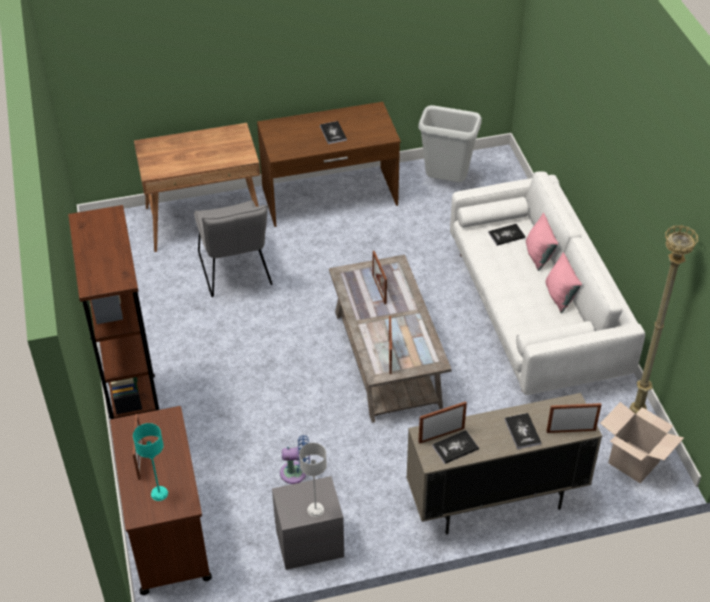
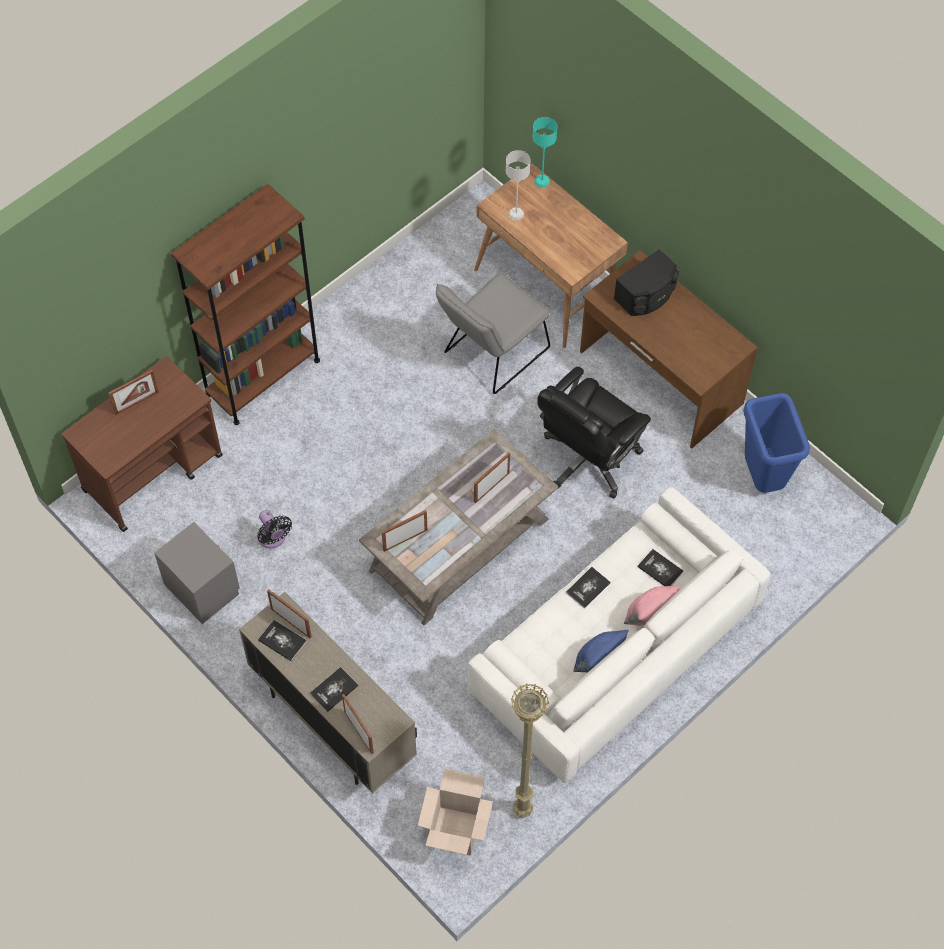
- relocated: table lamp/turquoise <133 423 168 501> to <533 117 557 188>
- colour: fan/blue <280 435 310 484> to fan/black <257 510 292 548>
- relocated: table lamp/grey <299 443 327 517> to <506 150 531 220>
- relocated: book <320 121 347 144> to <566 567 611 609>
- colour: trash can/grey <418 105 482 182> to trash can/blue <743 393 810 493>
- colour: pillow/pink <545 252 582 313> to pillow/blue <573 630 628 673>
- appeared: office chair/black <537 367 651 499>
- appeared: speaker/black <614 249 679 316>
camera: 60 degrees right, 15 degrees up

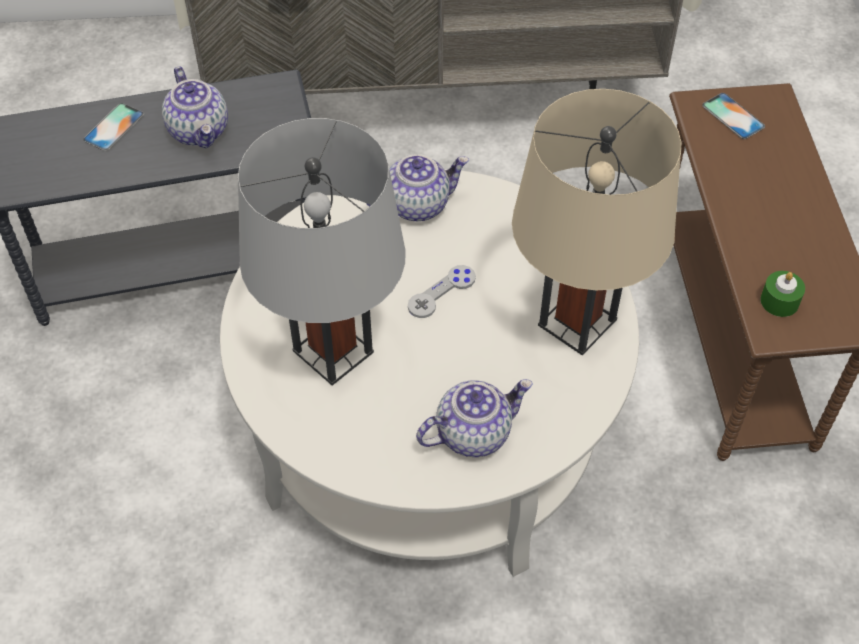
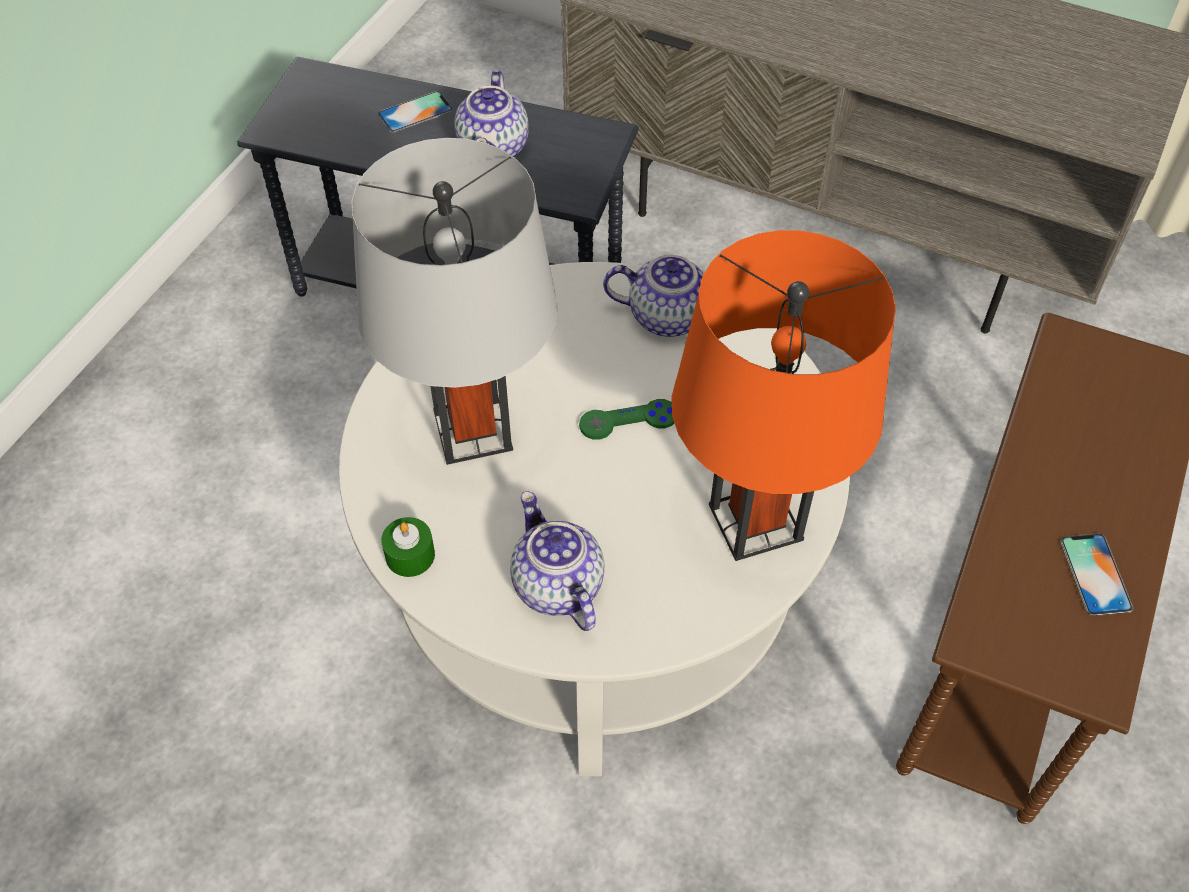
- colour: game controller/grey <408 265 476 318> to game controller/green <579 399 674 440>
- spun: teapot <416 379 533 457> = <510 491 605 631> 120 degrees counterclockwise
- colour: table lamp/beige <512 89 681 355> to table lamp/orange <671 230 896 561>
- relocated: phone <702 93 765 139> to <1060 533 1133 616>
- relocated: candle/green <760 271 805 317> to <381 517 435 577>
camera: 30 degrees right, 0 degrees up

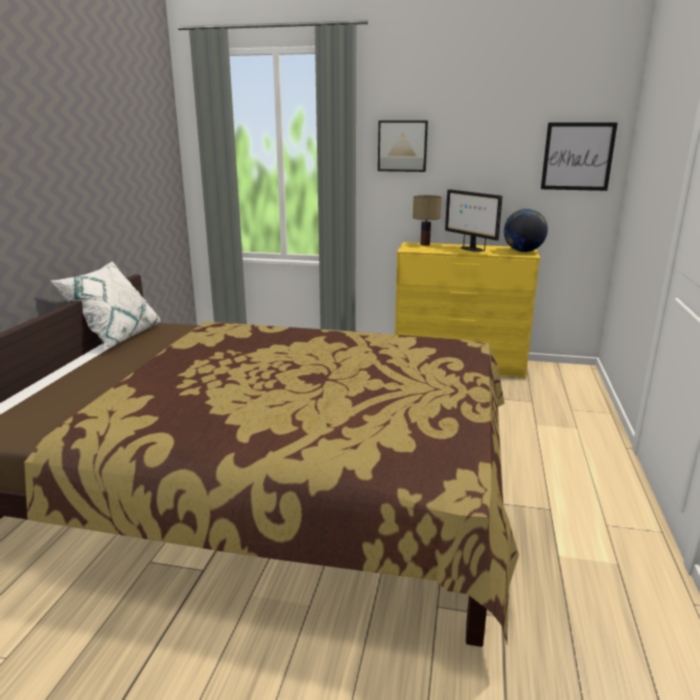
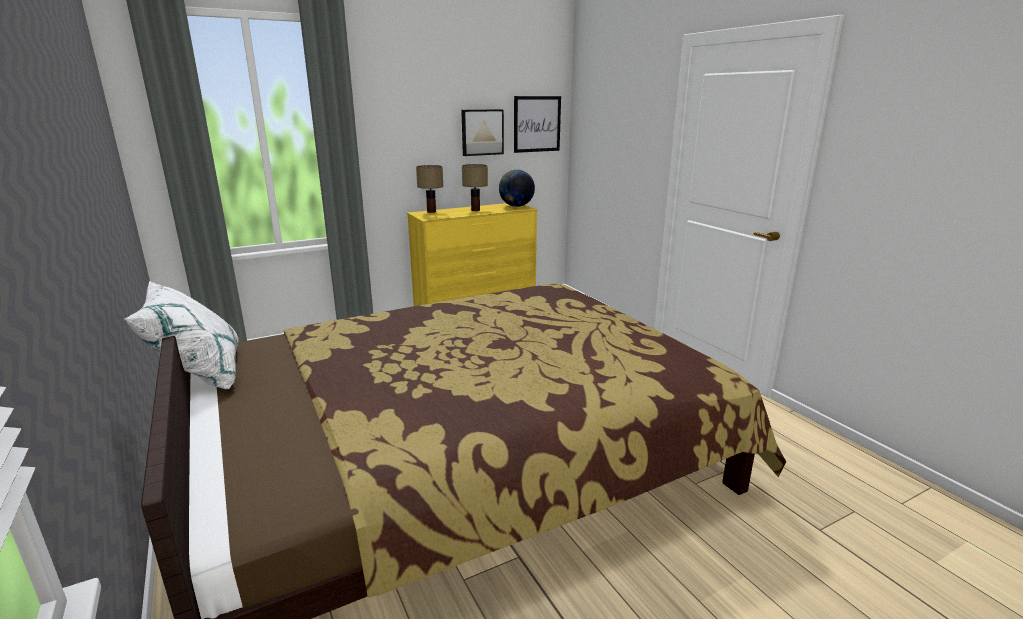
- relocated: picture <378 121 428 172> to <461 109 504 156>
- exchanged: monitor <445 189 502 252> to table lamp <462 164 488 211>
camera: 40 degrees left, 0 degrees up

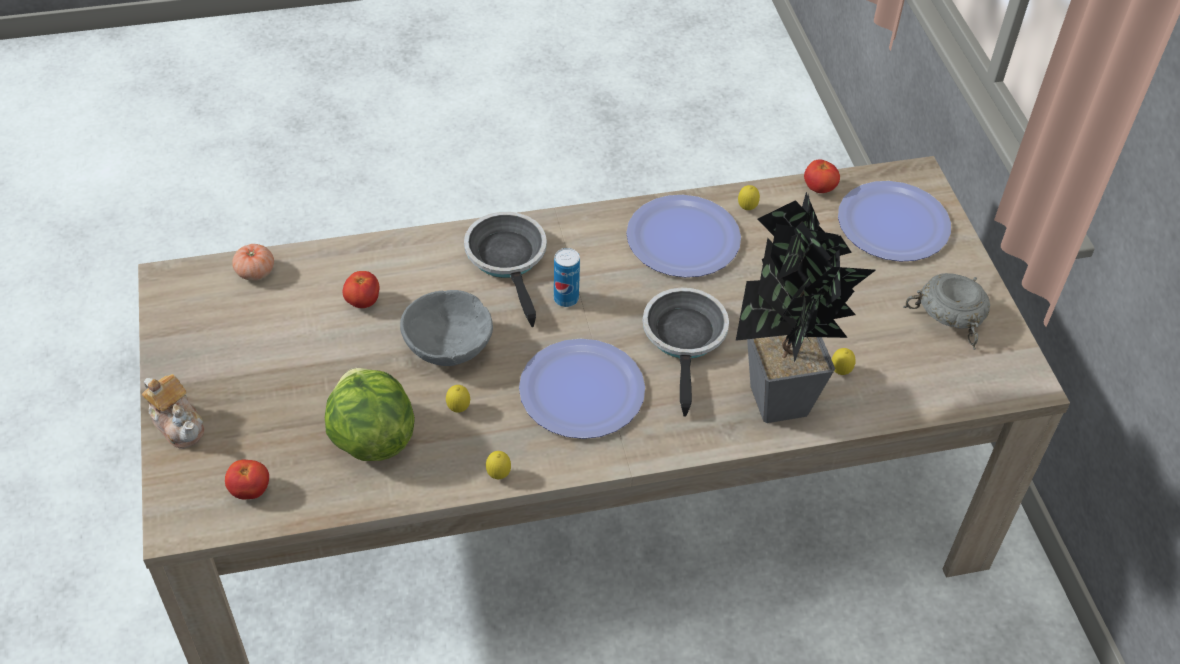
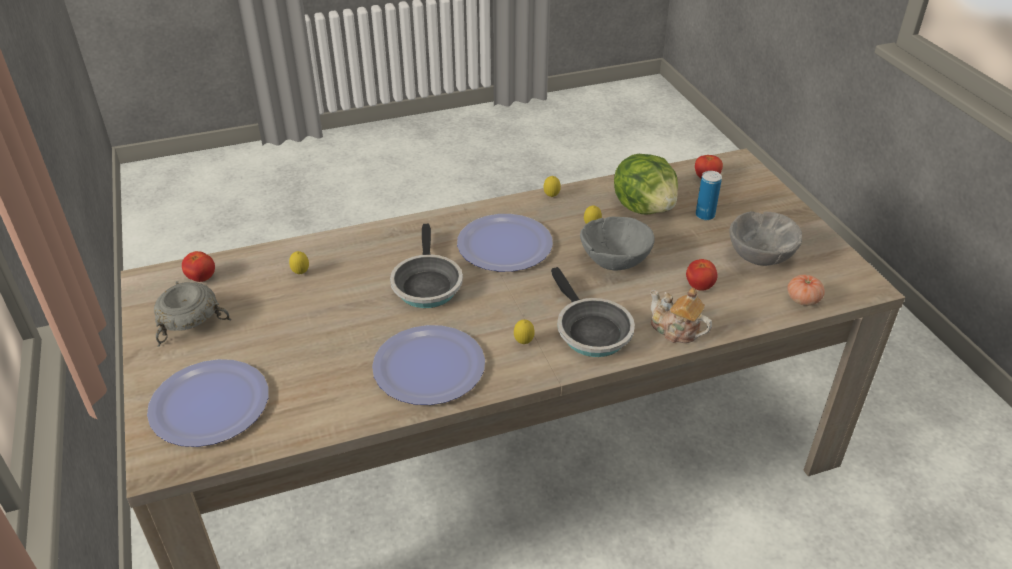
- relocated: teapot <142 374 204 449> to <650 288 712 343>
- relocated: can <554 248 580 307> to <696 171 722 220>
- missing: potted plant <736 192 876 423>
- relocated: lemon <738 185 760 210> to <514 319 535 344>
- relocated: tomato <804 159 840 193> to <182 251 215 282>
- appeared: bowl/grey <730 211 802 266>
camera: 175 degrees right, 10 degrees down

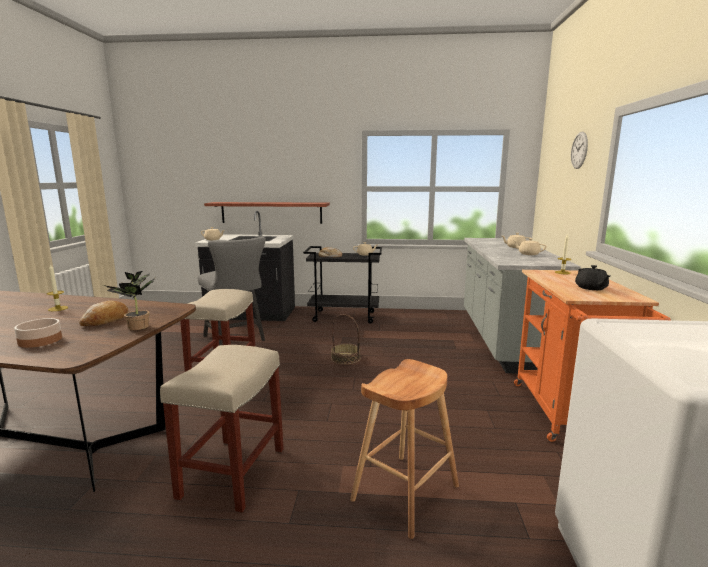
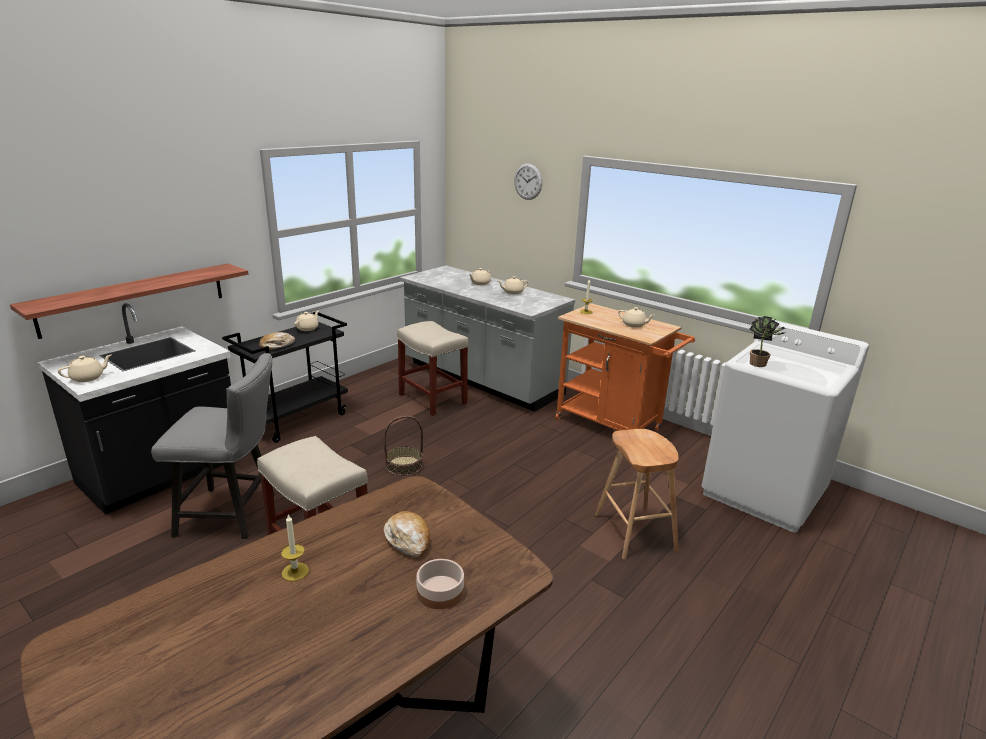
- relocated: potted plant <103 271 155 330> to <749 316 786 367>
- relocated: stool/beige <160 345 284 513> to <397 321 469 416>
- colour: teapot/black <575 265 610 290> to teapot/beige <618 307 655 328>
camera: 55 degrees left, 10 degrees up

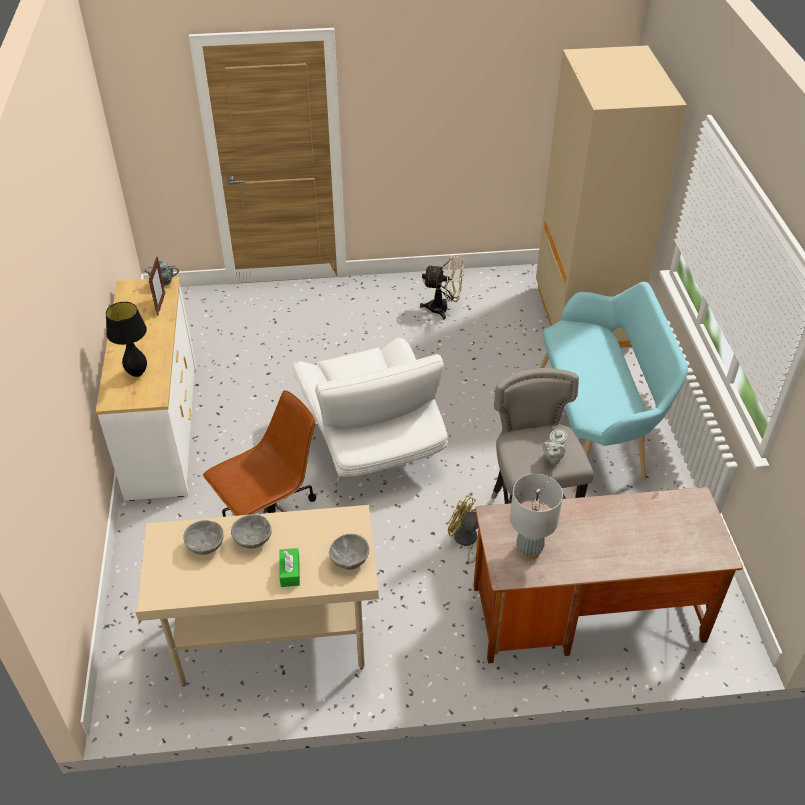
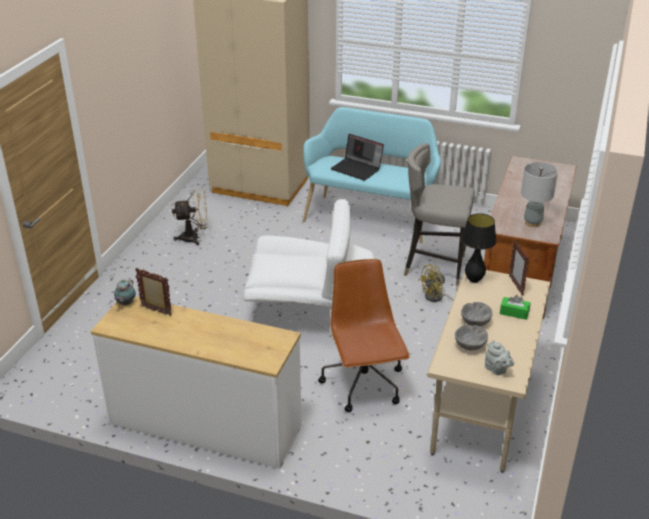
- relocated: table lamp/black <106 302 147 377> to <461 213 496 283>
- exchanged: bowl/grey <329 534 369 570> to picture frame <509 240 529 295>
- spun: fan/beige <420 255 464 319> = <172 189 208 245> 45 degrees clockwise
- relocated: teapot/grey <542 428 568 465> to <485 340 514 375>
- appeared: laptop <331 134 384 181>
camera: 65 degrees left, 10 degrees down

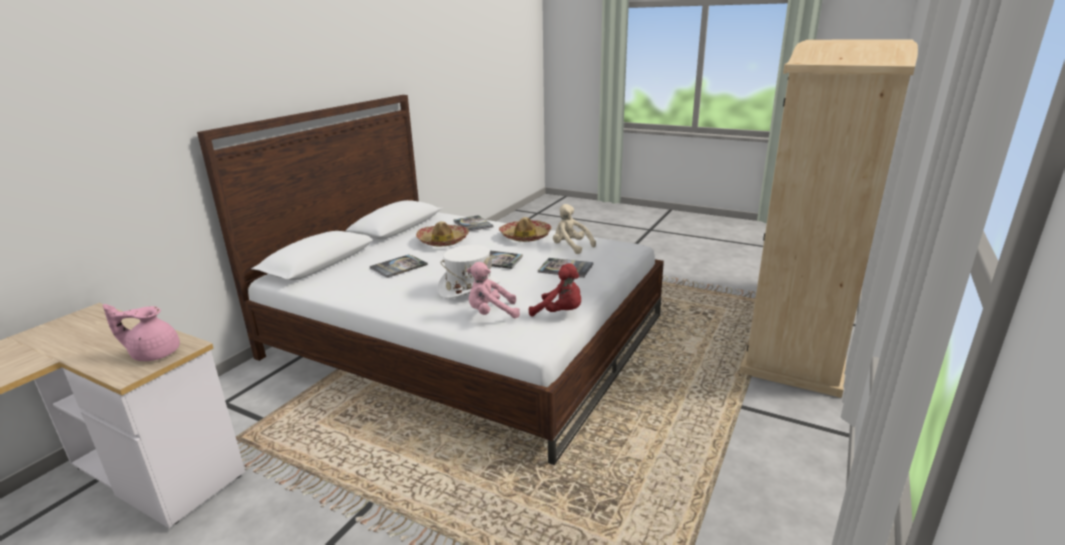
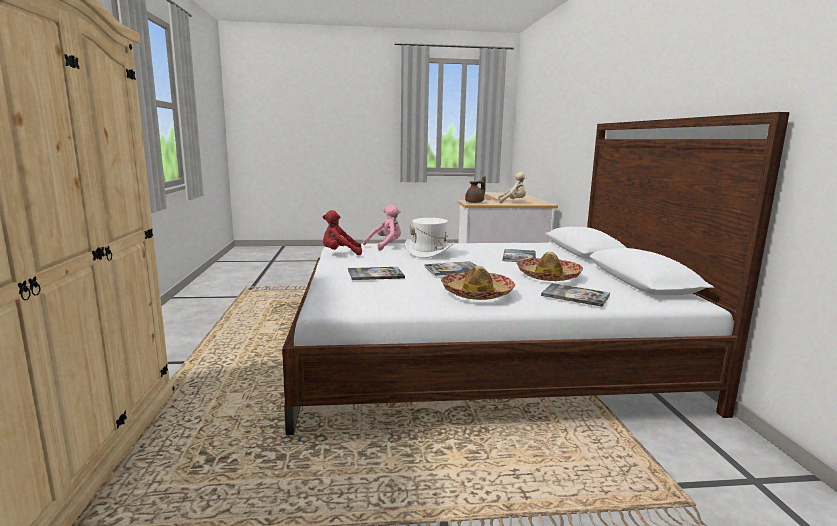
- colour: teapot/pink <103 304 180 361> to teapot/brown <465 176 486 203>
- relocated: plush toy/beige <553 204 596 254> to <498 172 527 203>
camera: 145 degrees right, 10 degrees down

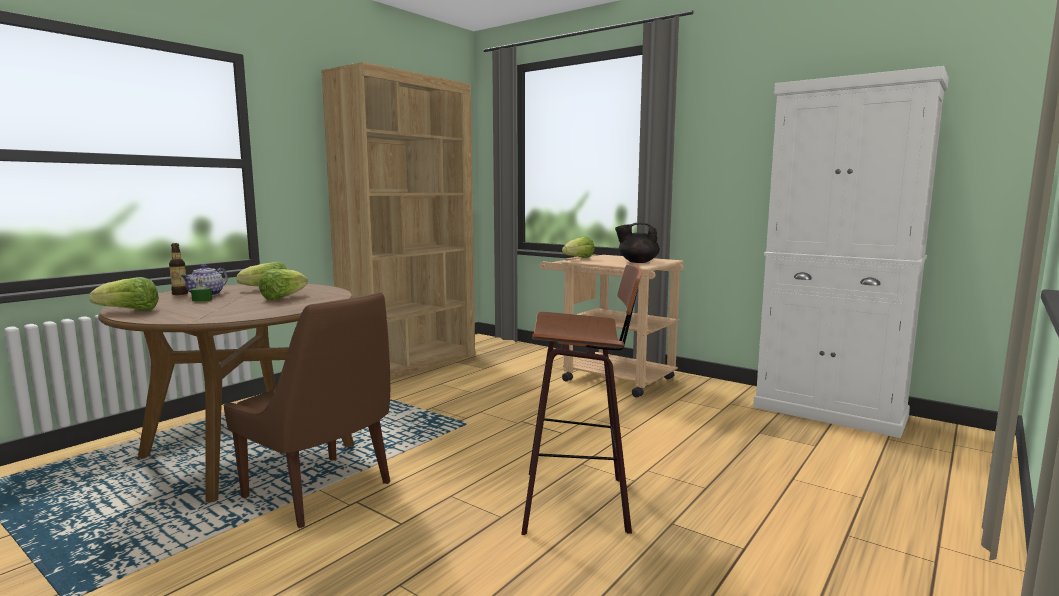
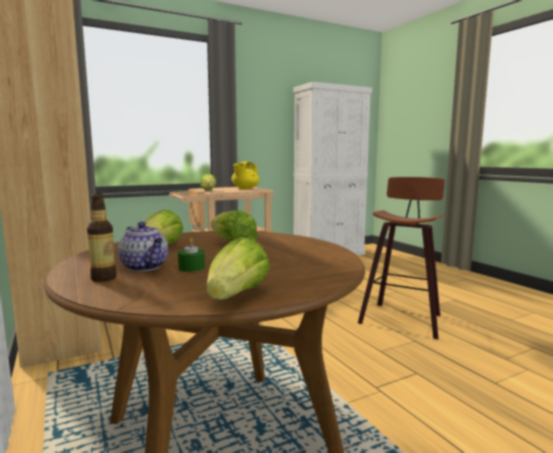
- missing: chair/brown <224 292 390 528>
- colour: teapot/black <615 223 660 263> to teapot/yellow <231 162 259 189>
camera: 65 degrees left, 0 degrees up

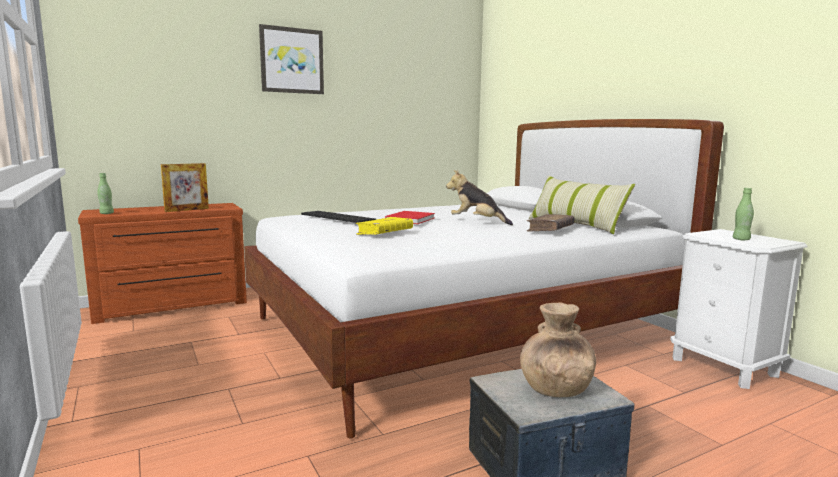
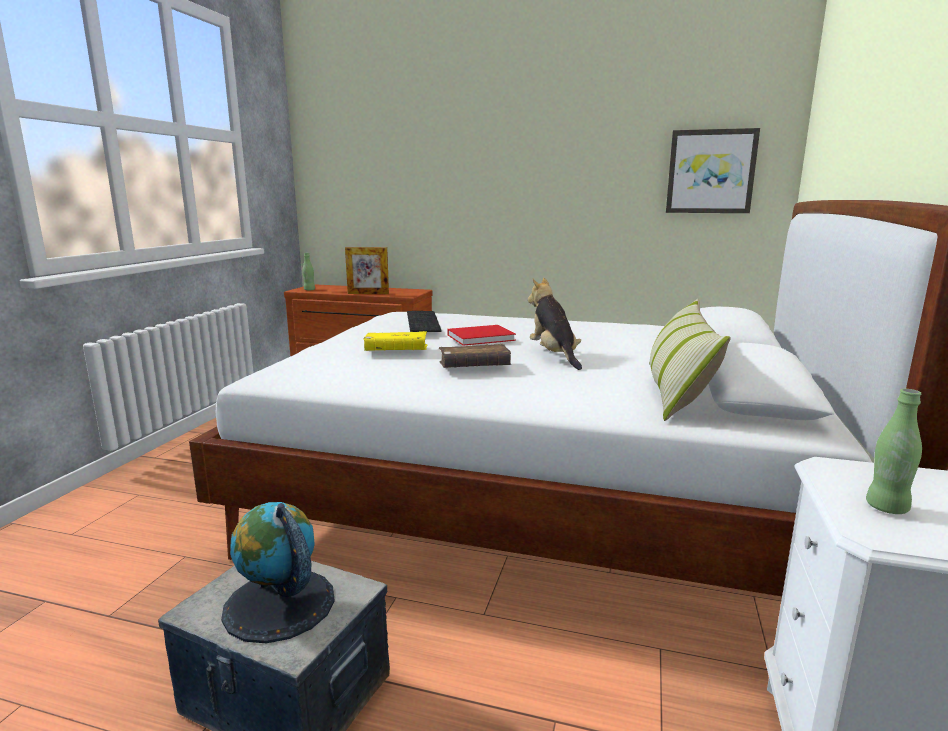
- relocated: picture <259 24 324 94> to <666 128 760 213>
- exchanged: vase/brown <520 303 596 397> to globe <221 502 335 643>
- relocated: book/brown <527 214 575 232> to <439 344 511 368>
camera: 45 degrees right, 5 degrees up

